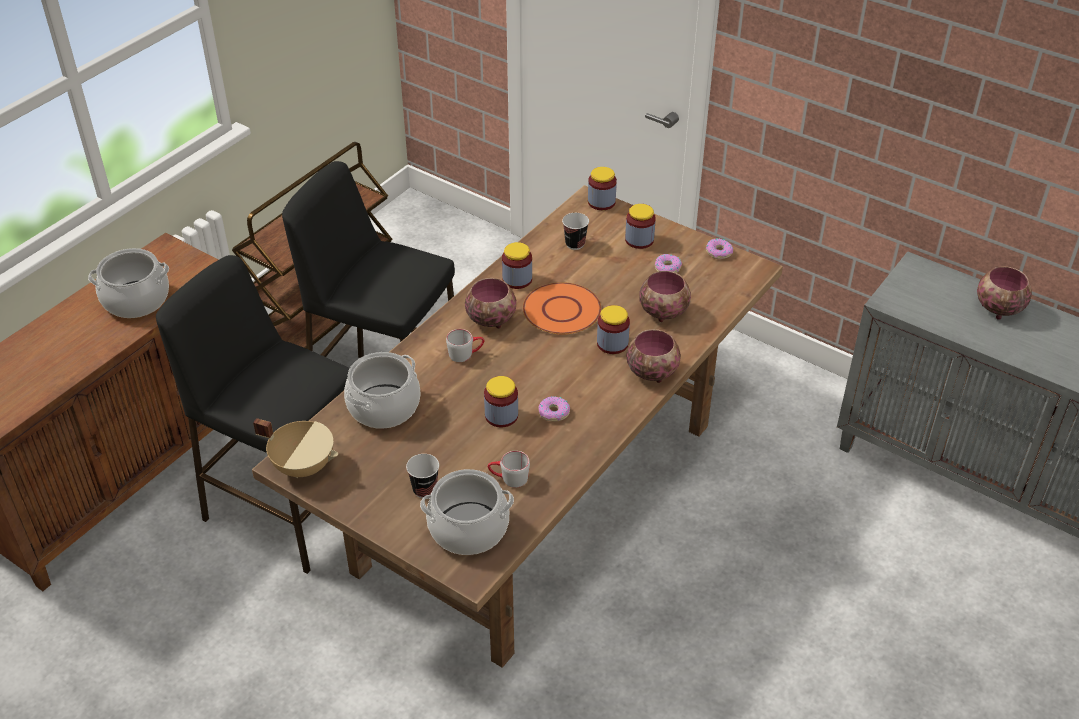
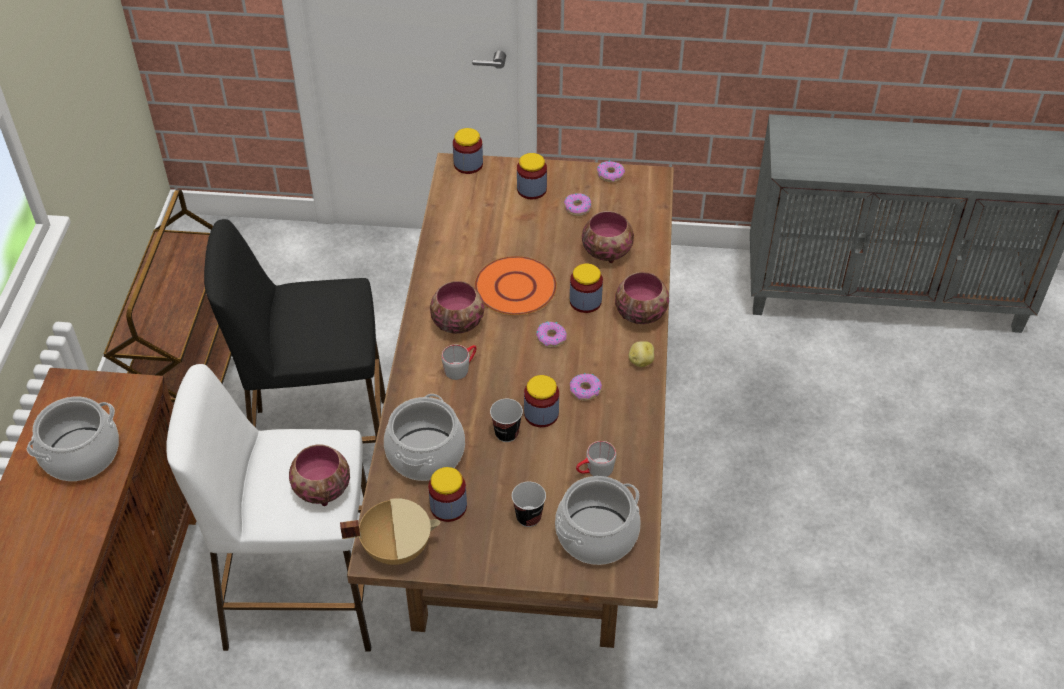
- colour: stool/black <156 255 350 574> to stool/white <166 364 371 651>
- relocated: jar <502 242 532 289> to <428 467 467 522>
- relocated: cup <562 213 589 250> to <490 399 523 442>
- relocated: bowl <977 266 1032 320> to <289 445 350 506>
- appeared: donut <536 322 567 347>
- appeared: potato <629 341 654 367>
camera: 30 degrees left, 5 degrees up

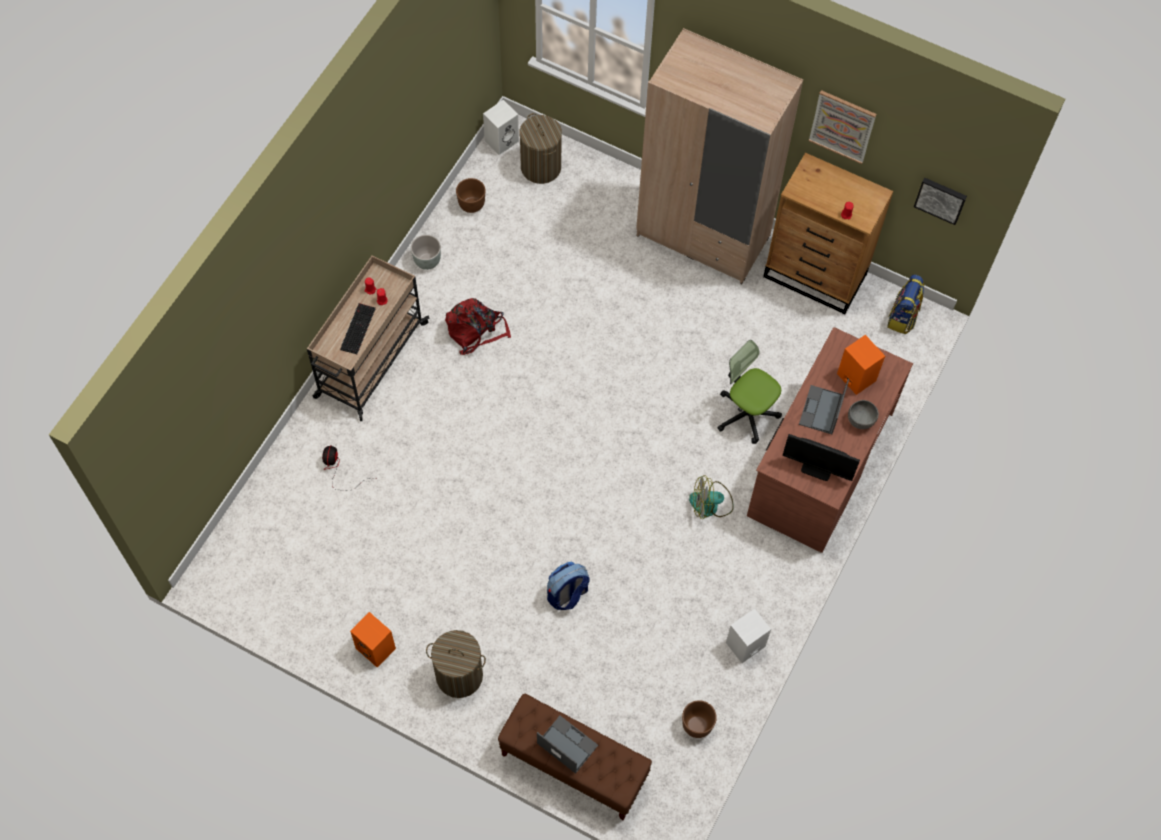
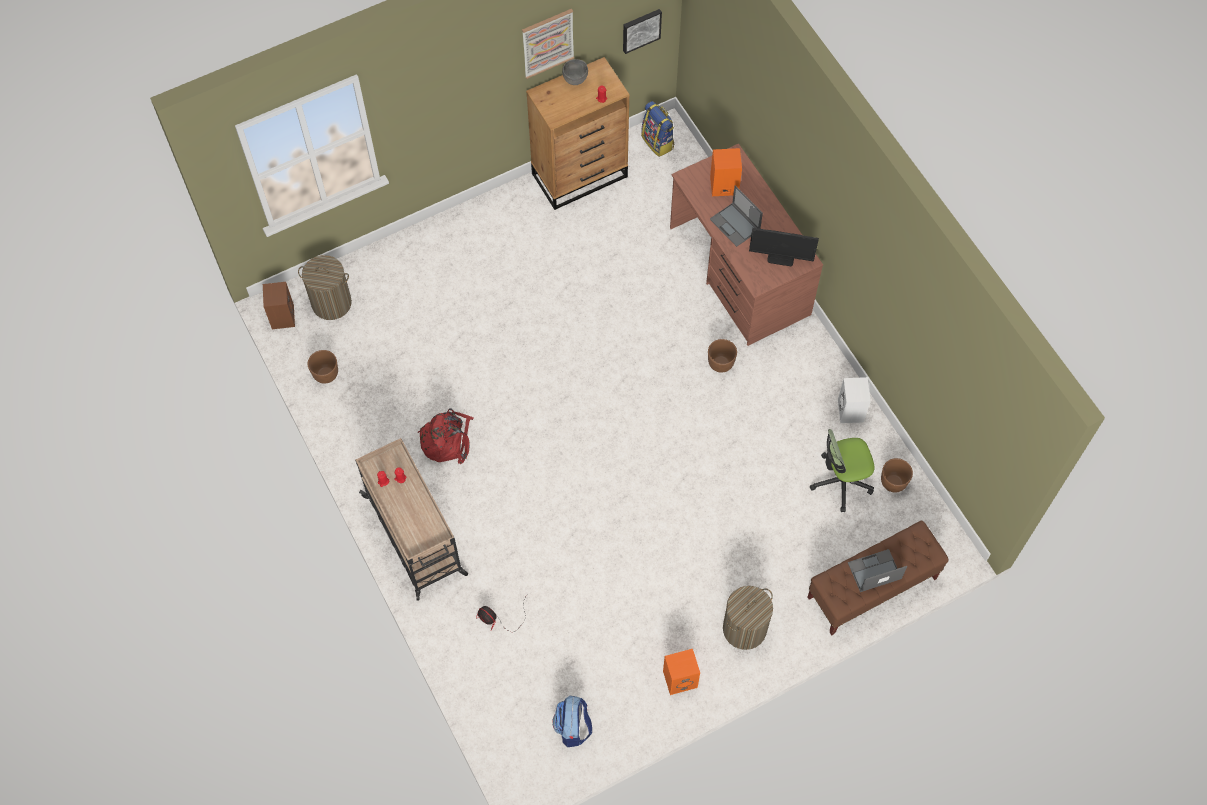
- missing: keyboard <340 303 376 354>
- missing: planter/grey <411 235 441 270>
- colour: speaker/white <483 100 519 155> to speaker/brown <263 282 295 329>
- relocated: backpack <547 561 590 610> to <552 696 592 747>
- missing: wardrobe/beige <636 28 803 284>
- exchanged: fan <689 475 734 519> to planter/brown <708 339 737 373>
- relocated: office chair <717 340 782 444> to <810 429 875 512>
- spun: monitor <783 434 860 481> = <749 228 819 266> 45 degrees clockwise
- relocated: bowl/grey <848 400 879 429> to <562 59 588 85>
camera: 55 degrees left, 0 degrees up

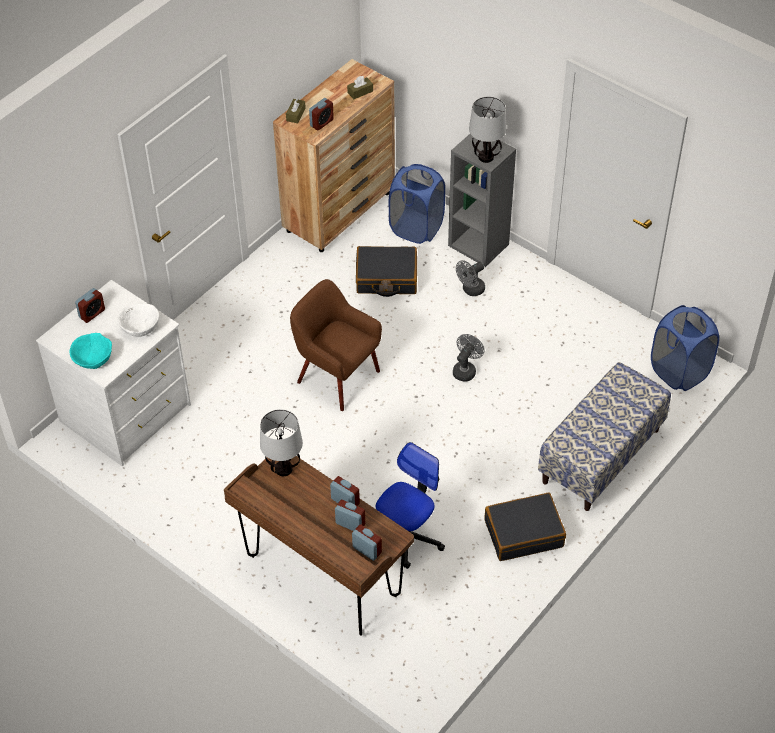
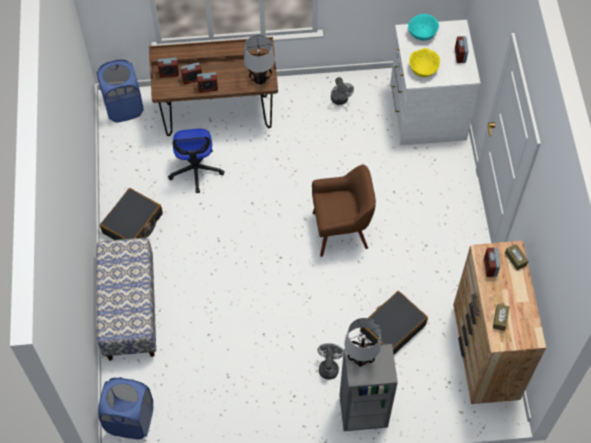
- colour: bowl/white <117 303 159 337> to bowl/yellow <409 48 440 77>
- relocated: laundry basket/blue <389 164 445 244> to <96 60 144 122>
- relocated: fan/grey <453 334 484 382> to <331 77 354 105>
camera: 135 degrees right, 10 degrees up

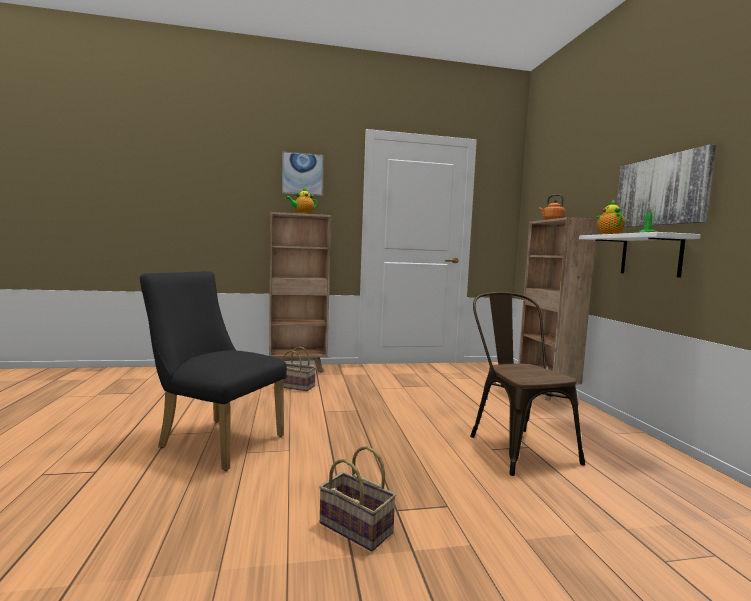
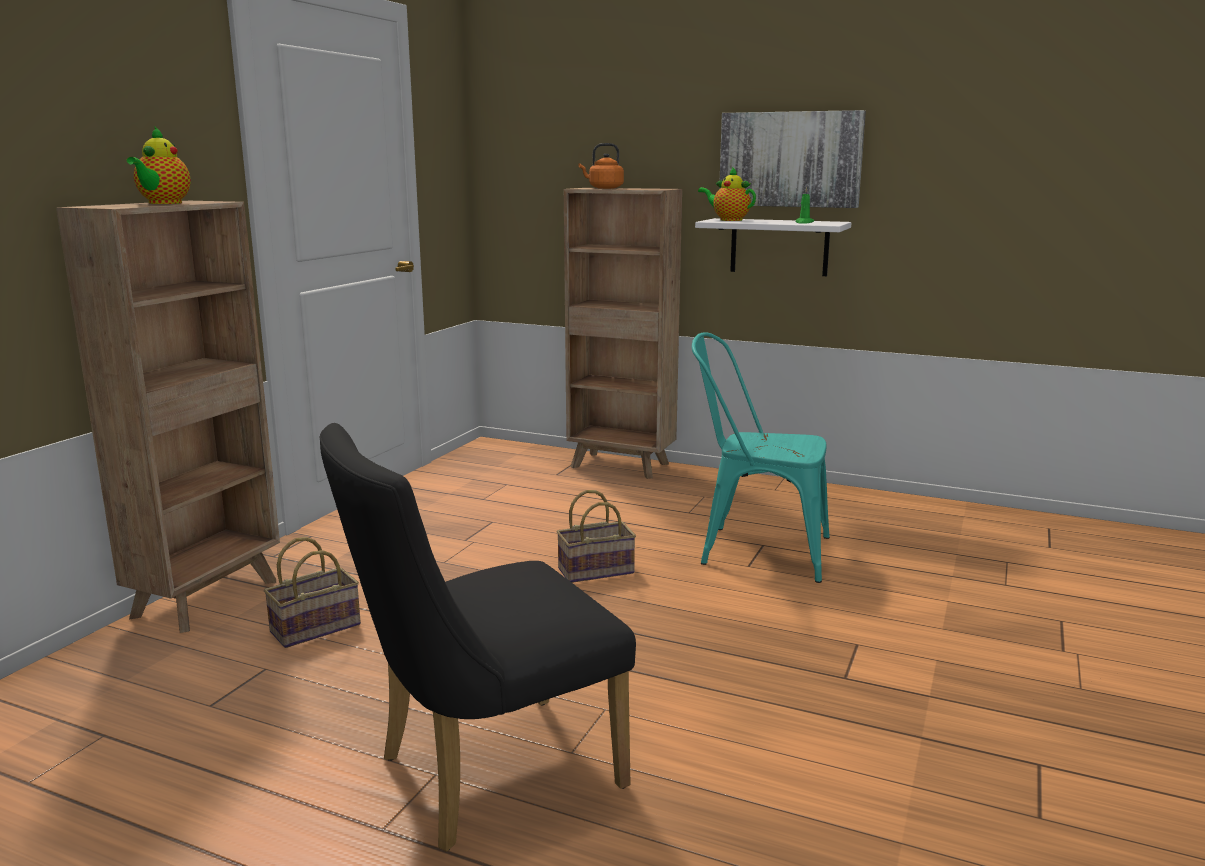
- missing: picture <282 151 324 196>
- relocated: basket <319 446 396 552> to <557 490 636 583>
- colour: chair/brown <470 292 585 476> to chair/turquoise <692 332 830 583>
camera: 55 degrees left, 10 degrees up

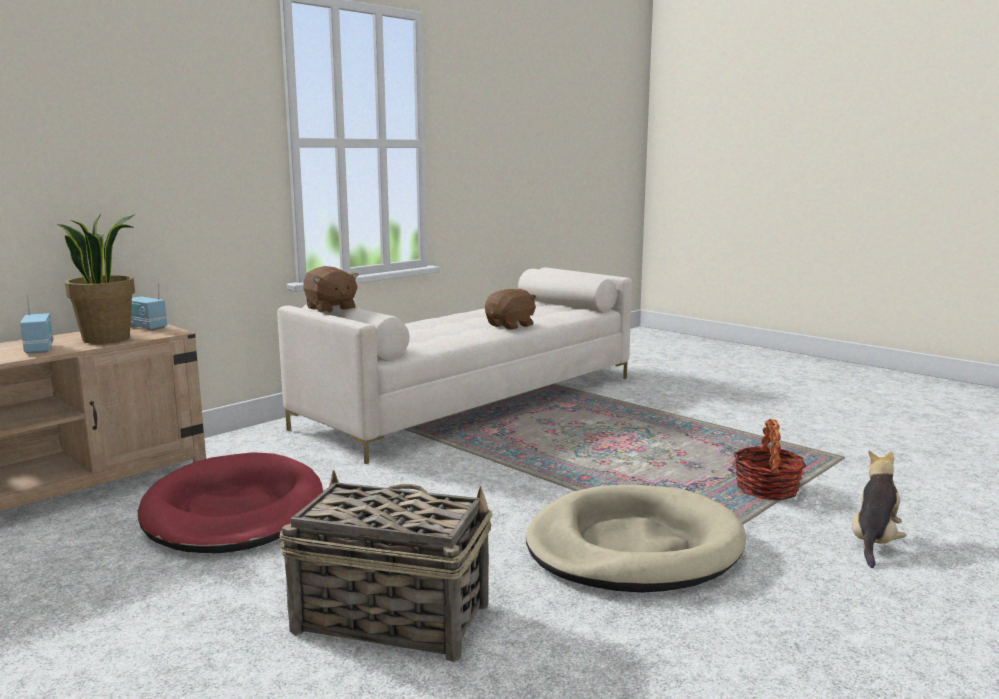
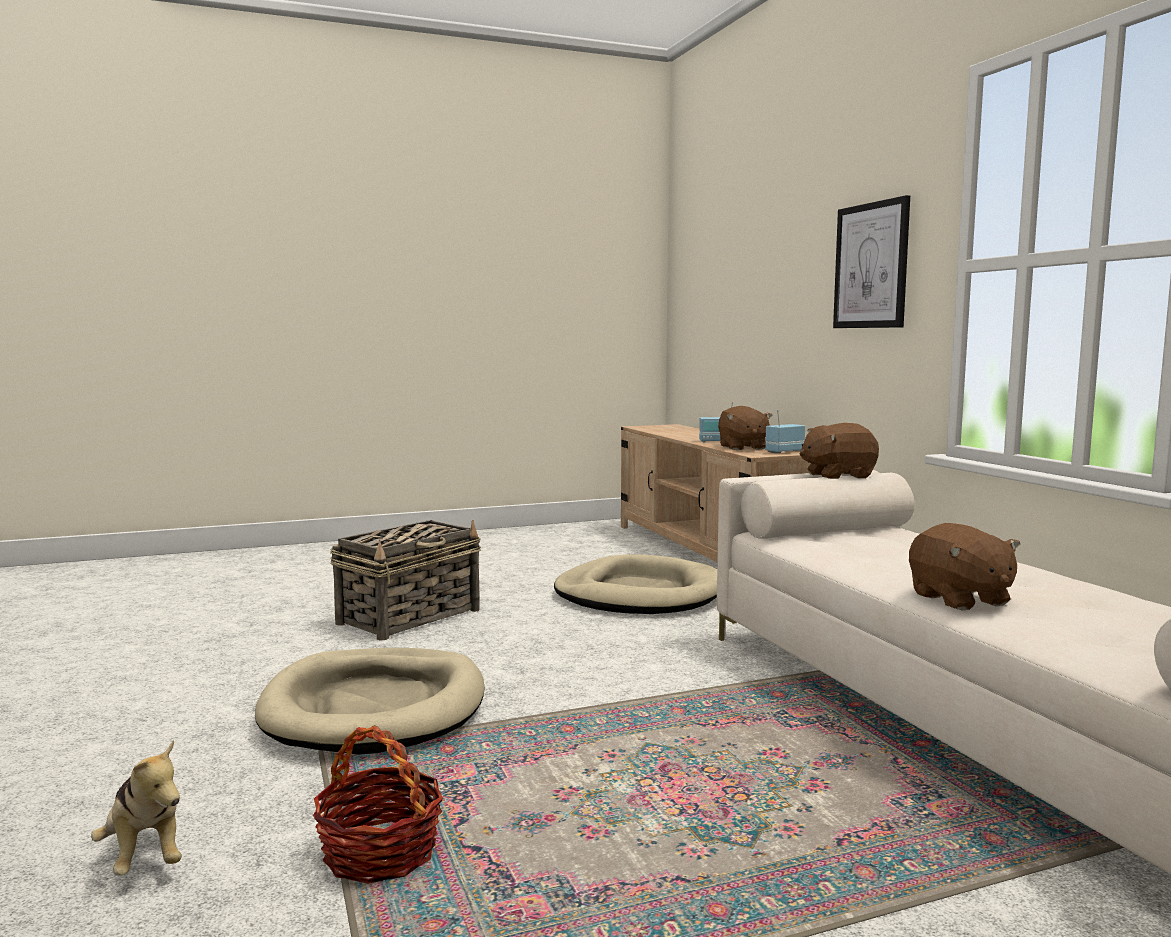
- exchanged: potted plant <57 213 135 344> to plush toy/brown <718 406 773 450>
- colour: dog bed/red <138 452 323 553> to dog bed/beige <554 554 717 614>
- appeared: picture <833 195 910 328>
camera: 115 degrees right, 5 degrees down

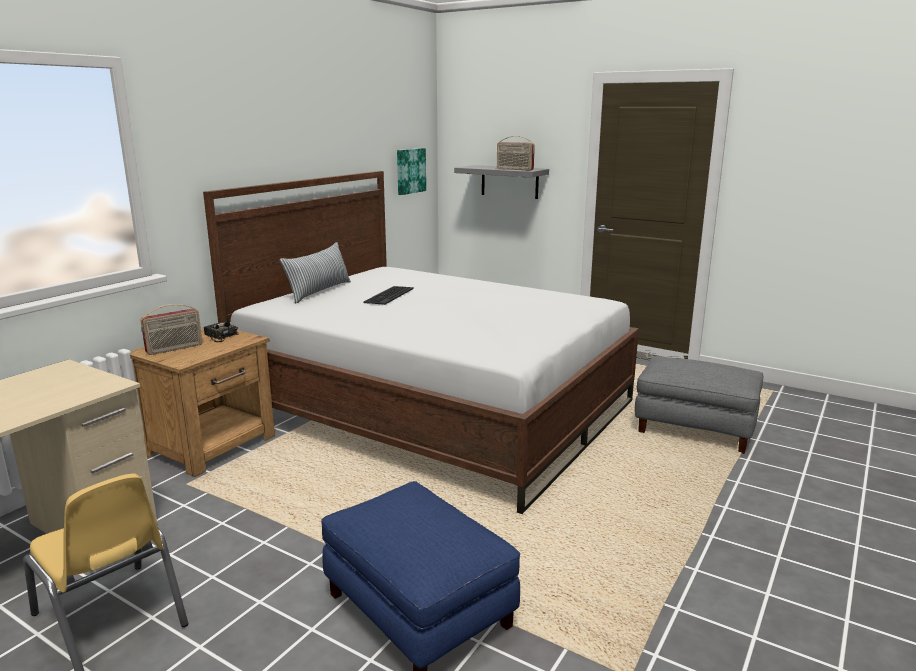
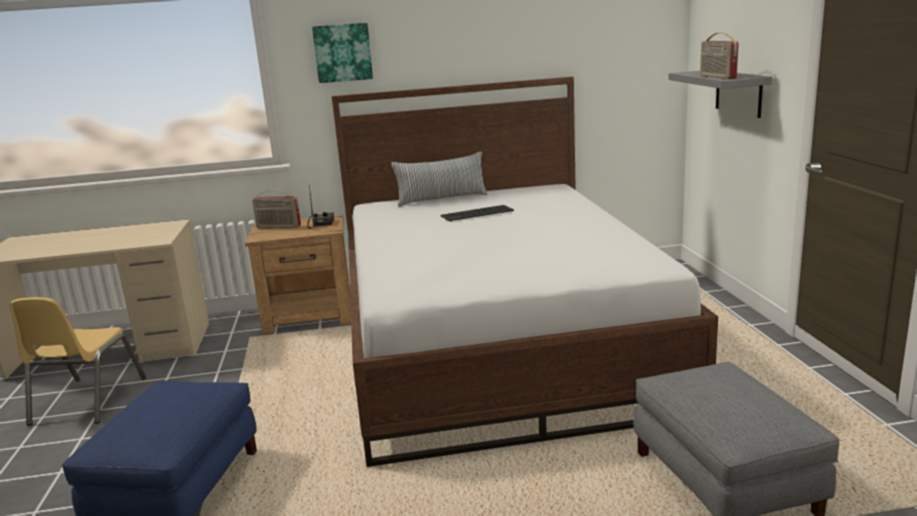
- relocated: picture <397 148 426 195> to <312 23 373 83>
camera: 50 degrees right, 0 degrees up

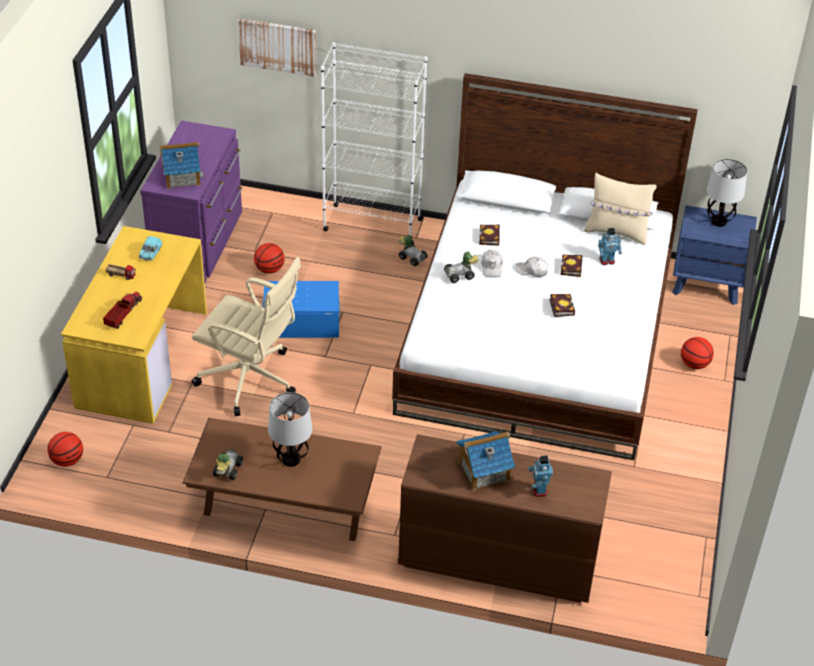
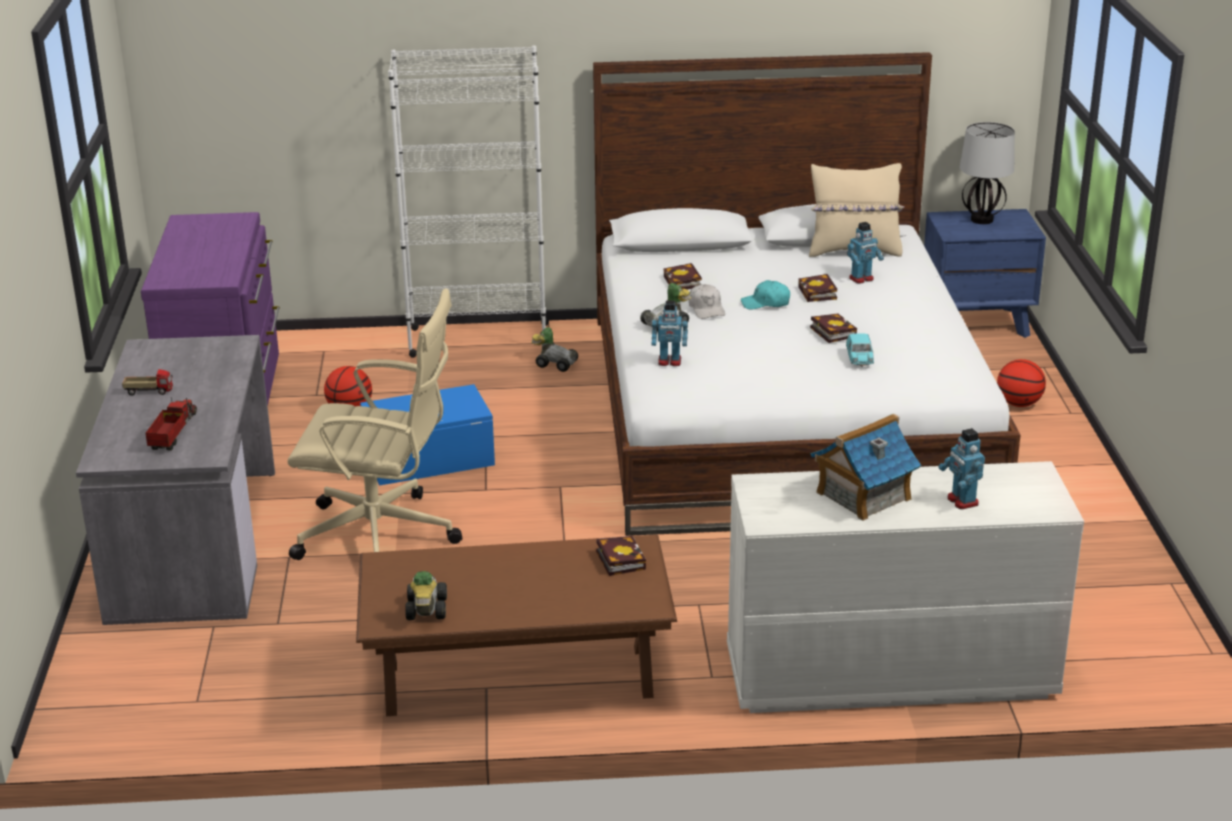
- missing: basketball <47 432 83 467>
- colour: desk/yellow <61 226 207 424> to desk/grey <76 335 275 625>
- relocated: toy car/turquoise <139 236 162 261> to <846 333 874 367>
- missing: toy house <159 142 204 189>
- missing: picture <238 18 317 77>
- missing: table lamp <268 392 312 467>
- colour: dresser/brown <398 434 612 603> to dresser/white <727 461 1084 713>
- colour: cap/white <516 256 549 277> to cap/turquoise <741 280 790 310>
- appeared: book <596 536 646 576>
- appeared: toy robot <651 301 688 366>
camera: 15 degrees left, 15 degrees down

